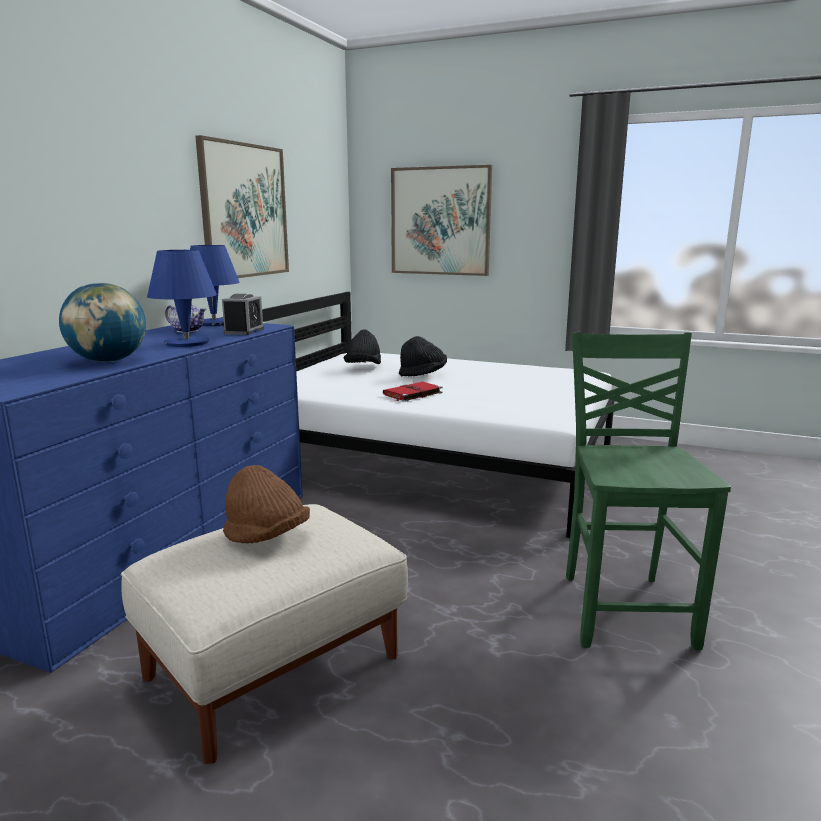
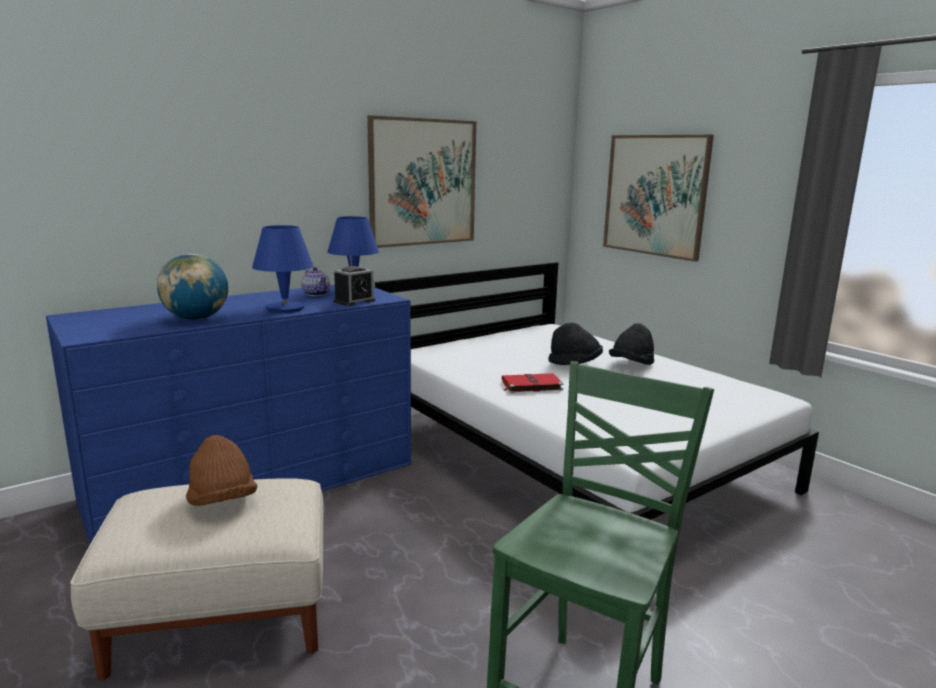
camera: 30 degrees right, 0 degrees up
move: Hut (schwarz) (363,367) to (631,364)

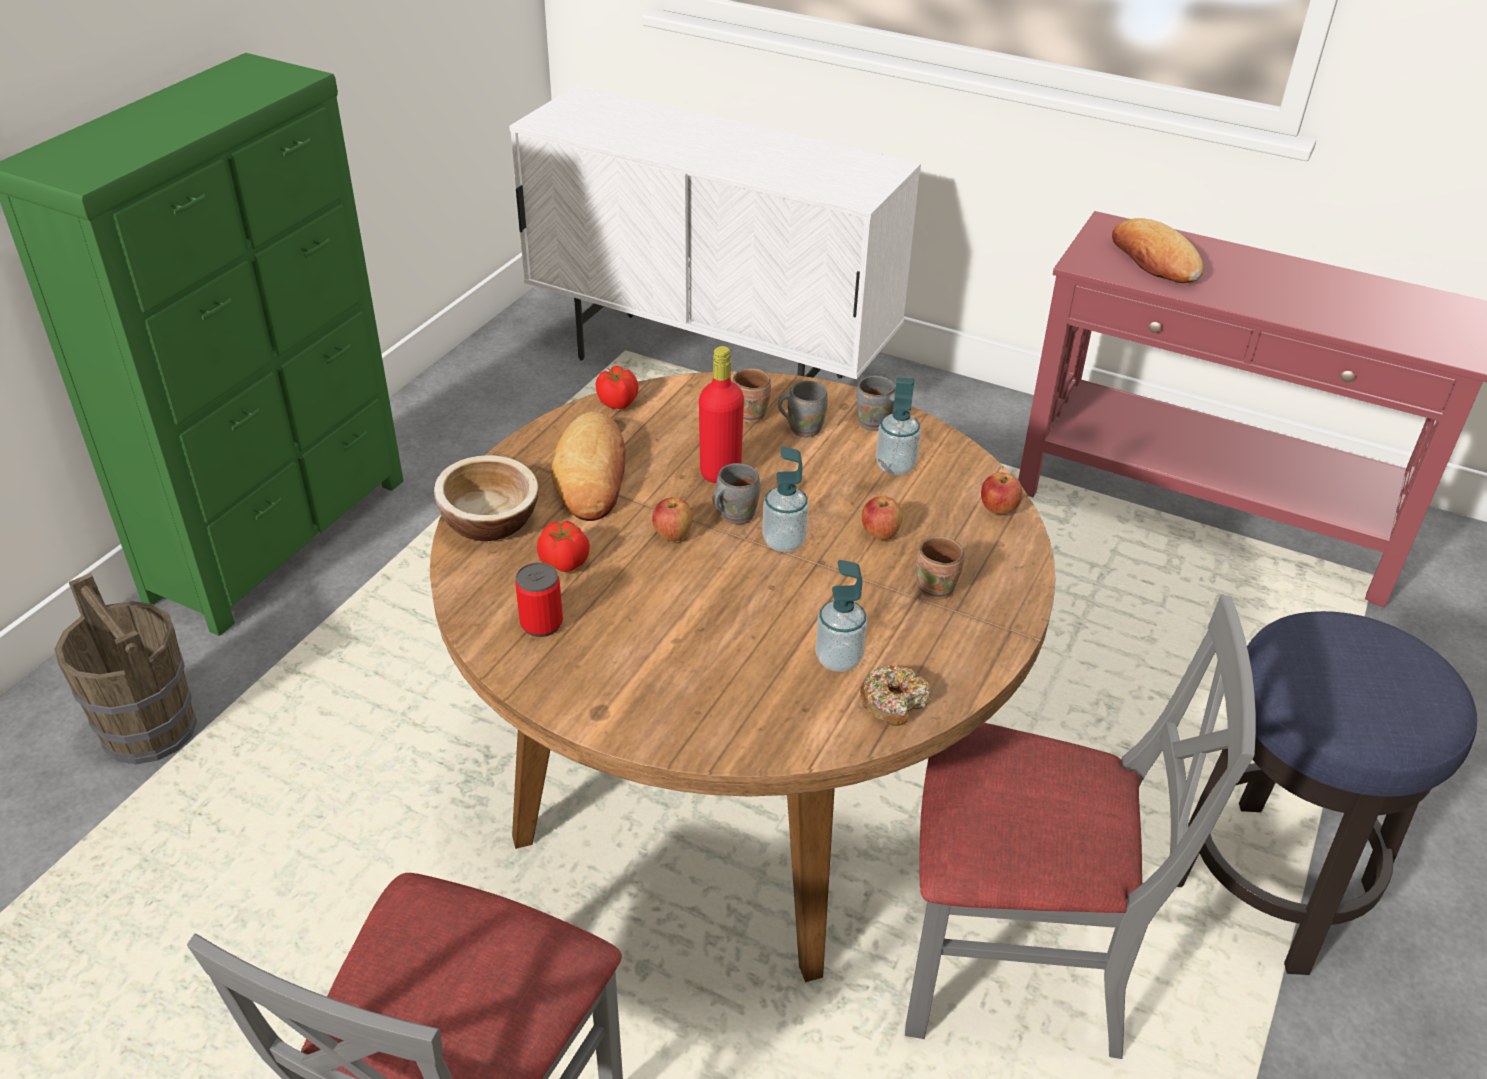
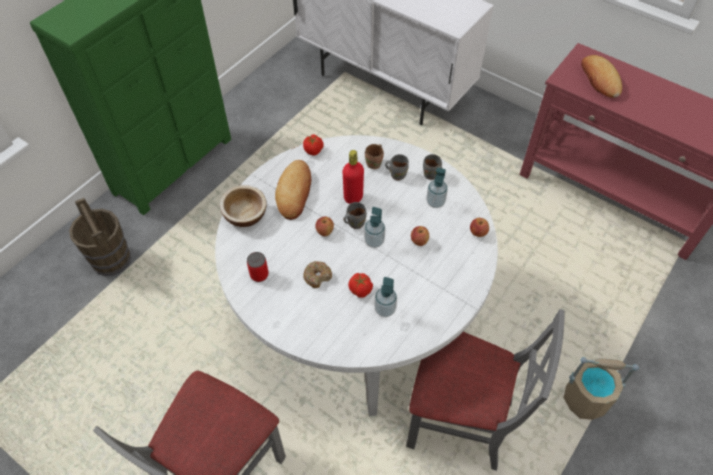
camera: 10 degrees right, 15 degrees up
delete: Henkelbecher (braun) (938,587)
move: Tomate (564,563) to (360,290); Donut (893,702) to (317,276)
replace: Hocker (1271,885) to Eimer (beige) (586,398)
recolor: Esstisch (braun) (736,791) to Esstisch (weiß) (356,321)

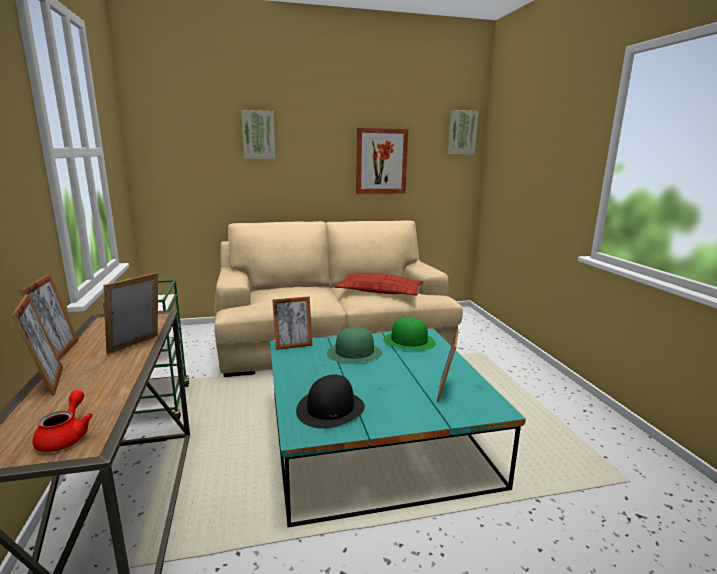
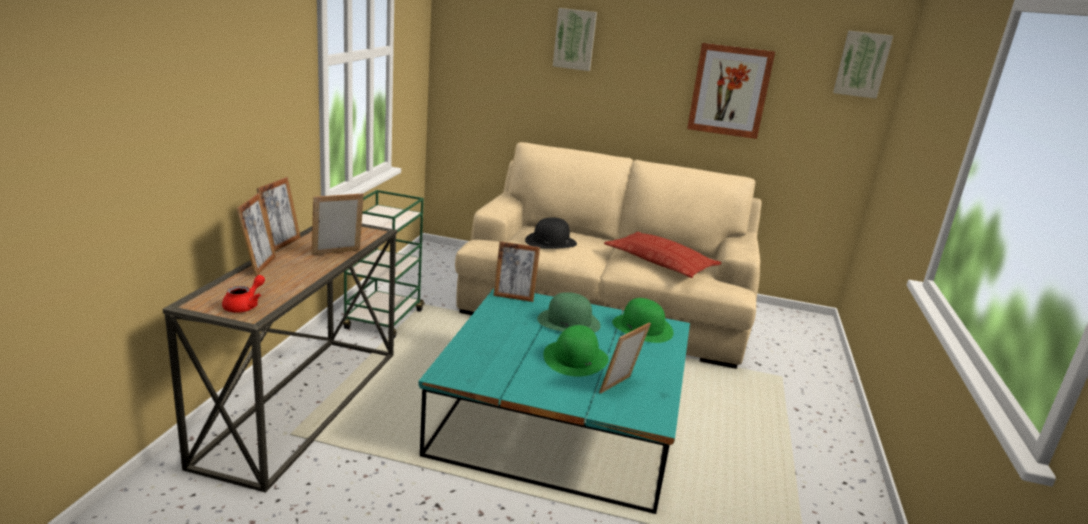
camera: 25 degrees right, 5 degrees up
insert: Hut (grün) (575,358)
move: Hut (schwarz) (330,409) to (550,242)

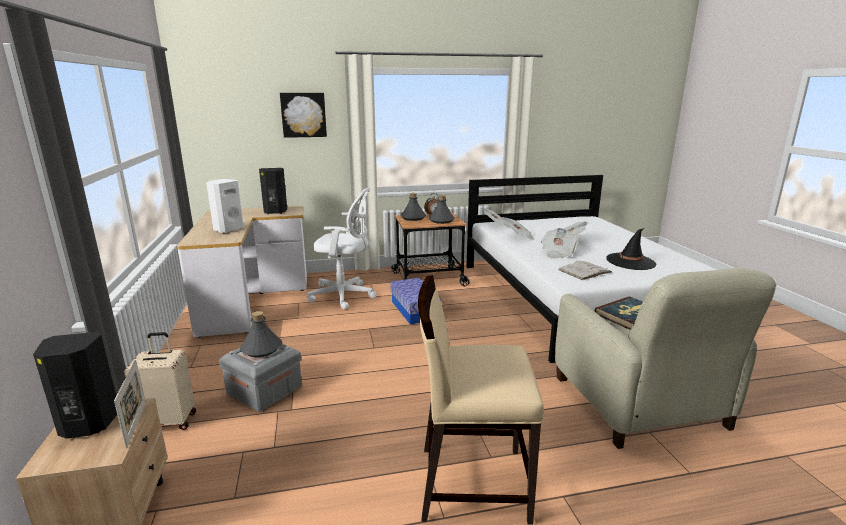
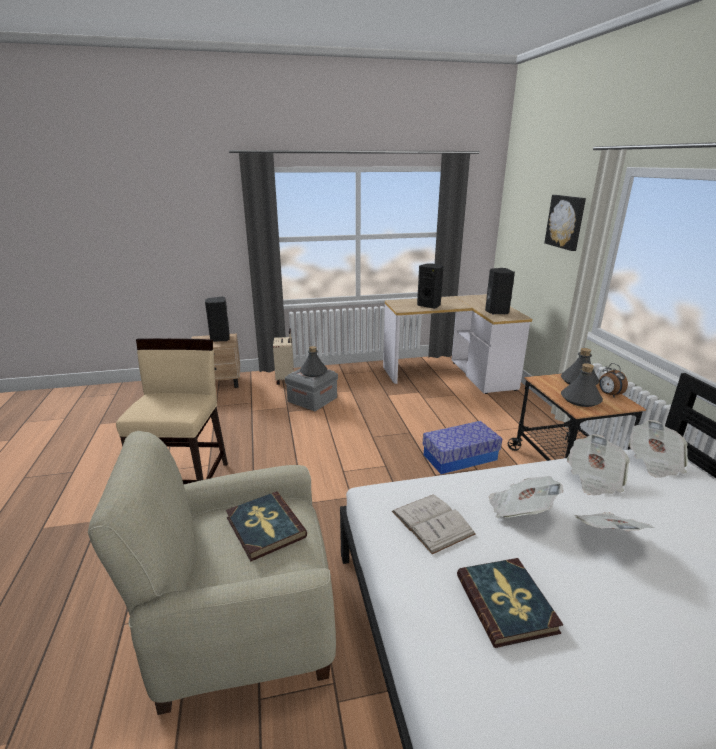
camera: 90 degrees right, 5 degrees up
delete: Bilderrahmen (136,424); Bürostuhl (weiß) (344,296)
replace: Hut (schwarz) (630,262) to Buch (506,603)
recolor: Lautsprecher (weiß) (227,229) to Lautsprecher (schwarz) (429,305)

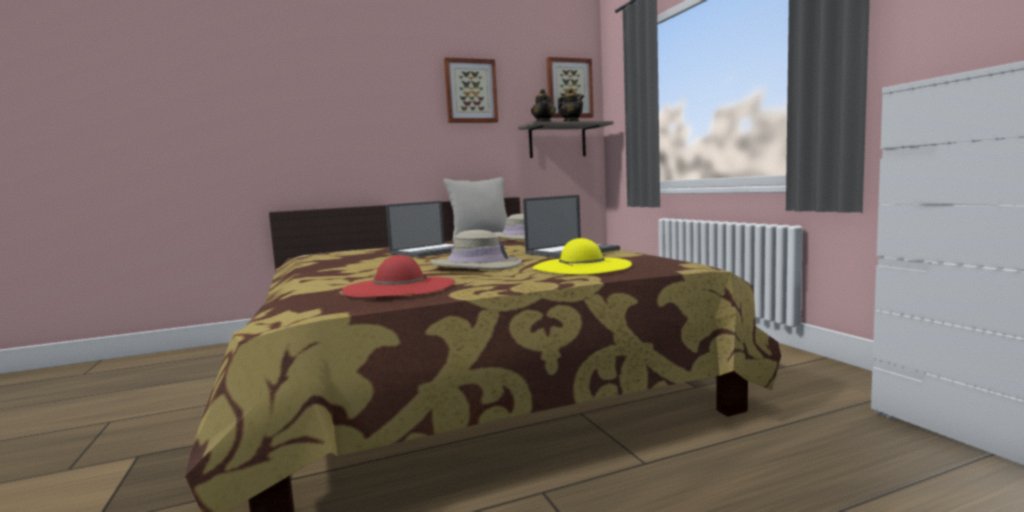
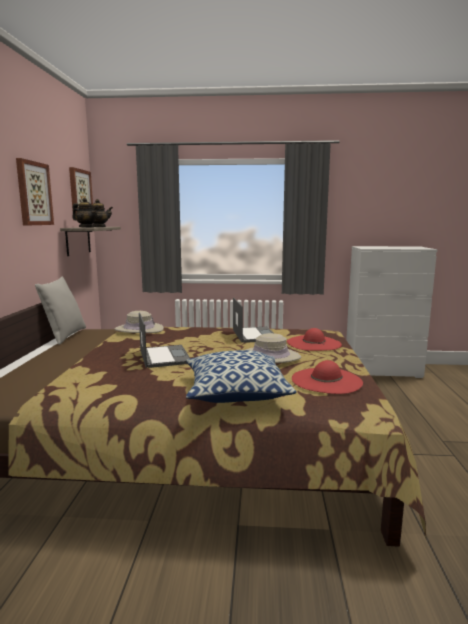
camera: 65 degrees left, 5 degrees up
insert: Kissen (235,392)
recolor: Hut (gelb) (581,266) to Hut (rot) (313,343)

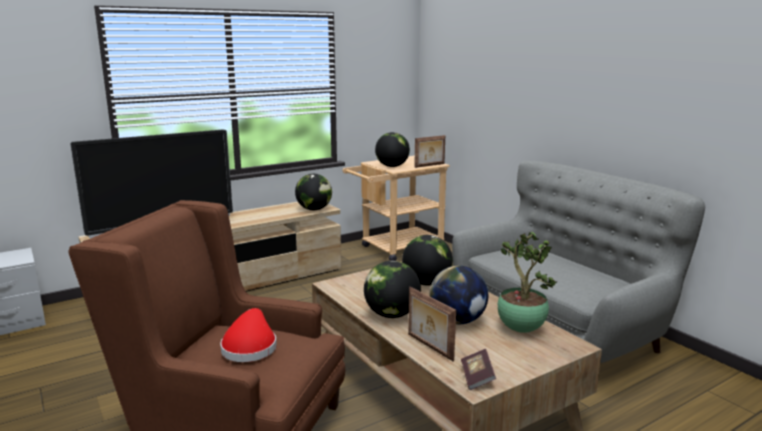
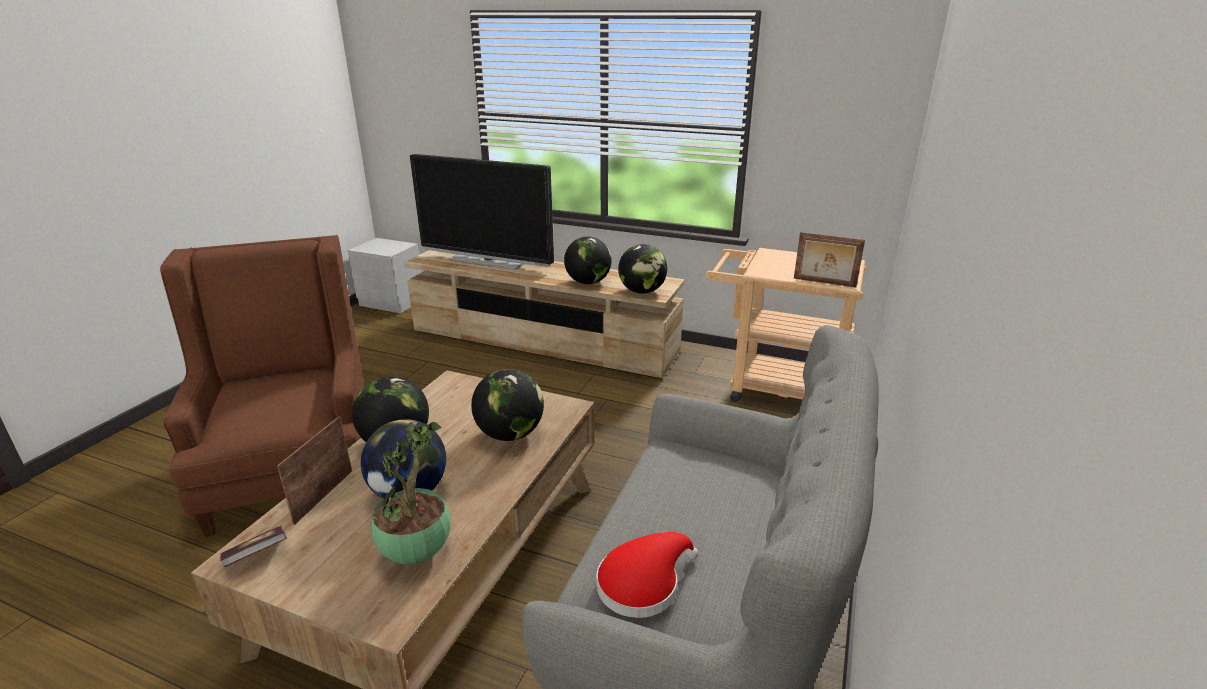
camera: 55 degrees right, 10 degrees up
move: Hut (rot) (250,347) to (642,583); Globus (392,166) to (588,282)

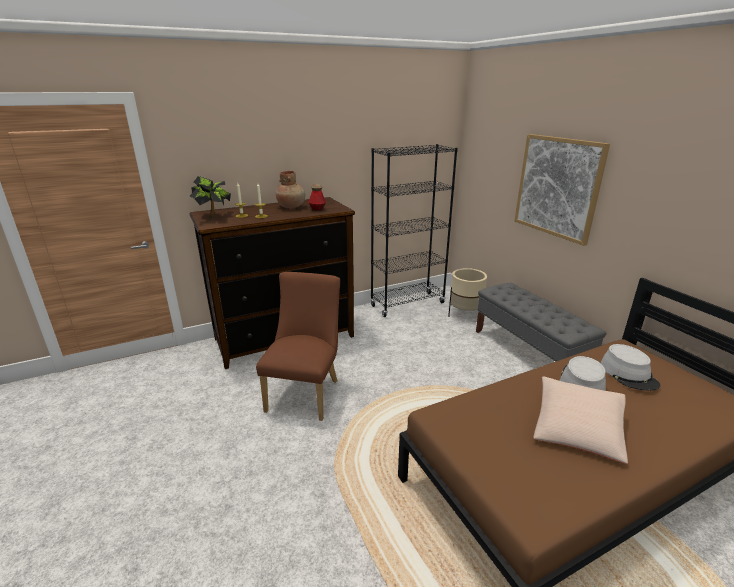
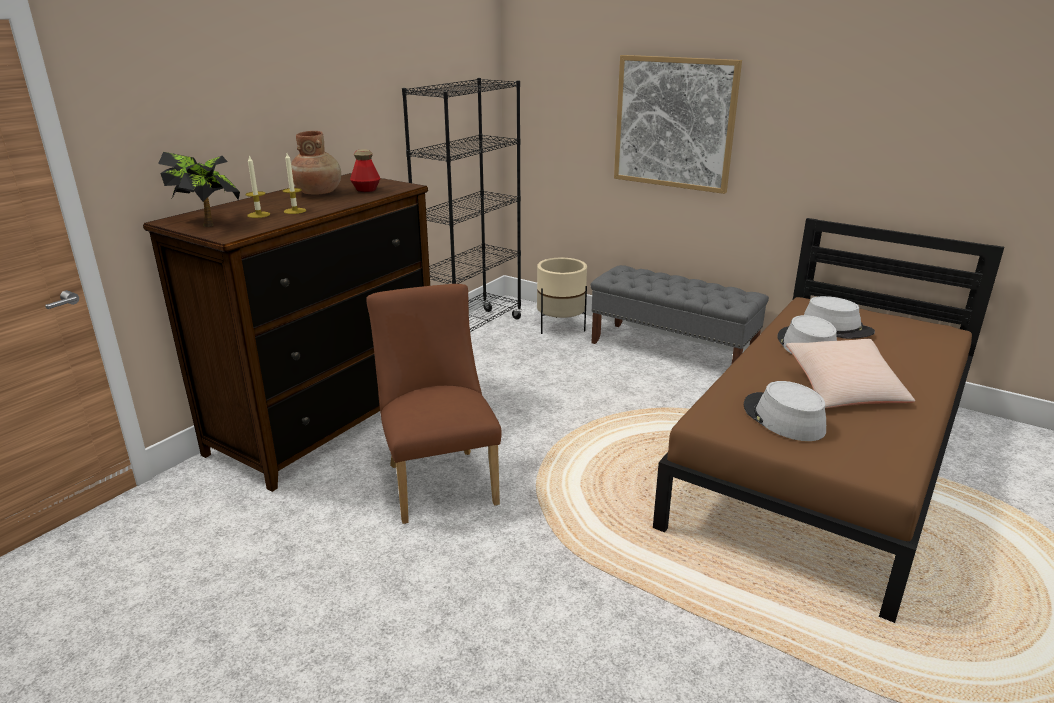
camera: 30 degrees left, 0 degrees up
insert: Hut (grau) (783,418)

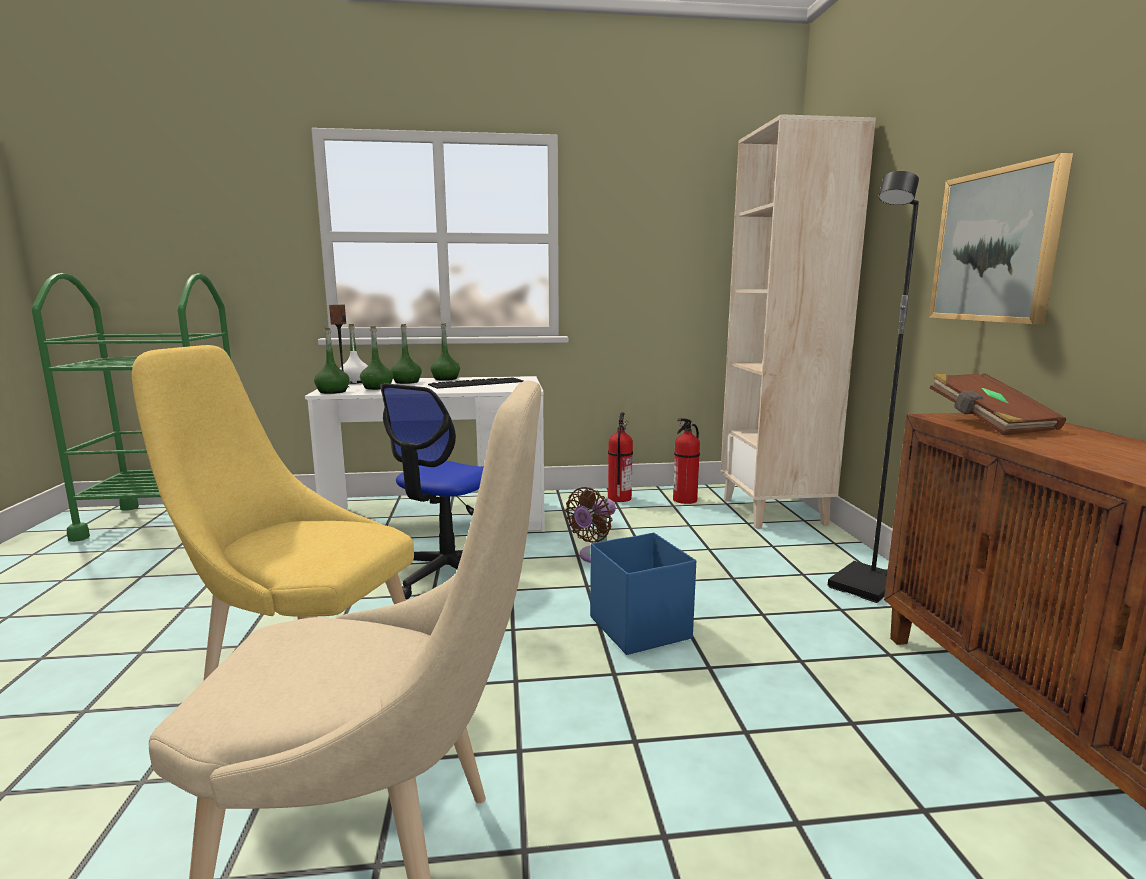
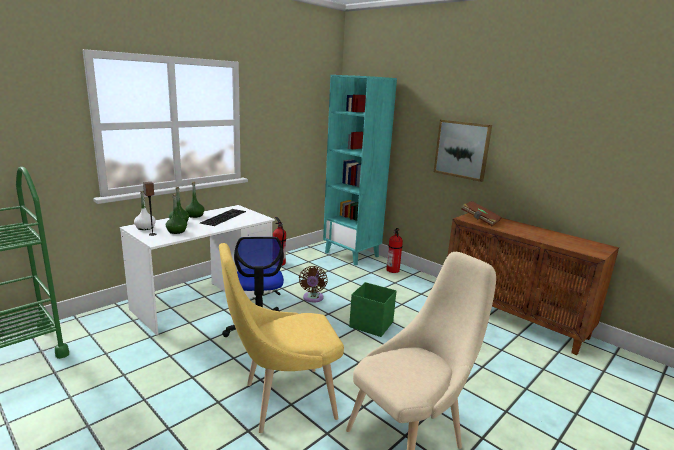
camera: 40 degrees left, 5 degrees up
delete: Flasche (grün) (333,392); Stehlampe (schwarz) (866,586)
move: Feuerlöscher (684,500) to (393,270)
recolor: Aufbewahrungsbox (blau) (639,627) to Aufbewahrungsbox (grün) (371,324); Bücherregal (beige) (774,511) to Bücherregal (türkis) (352,254)

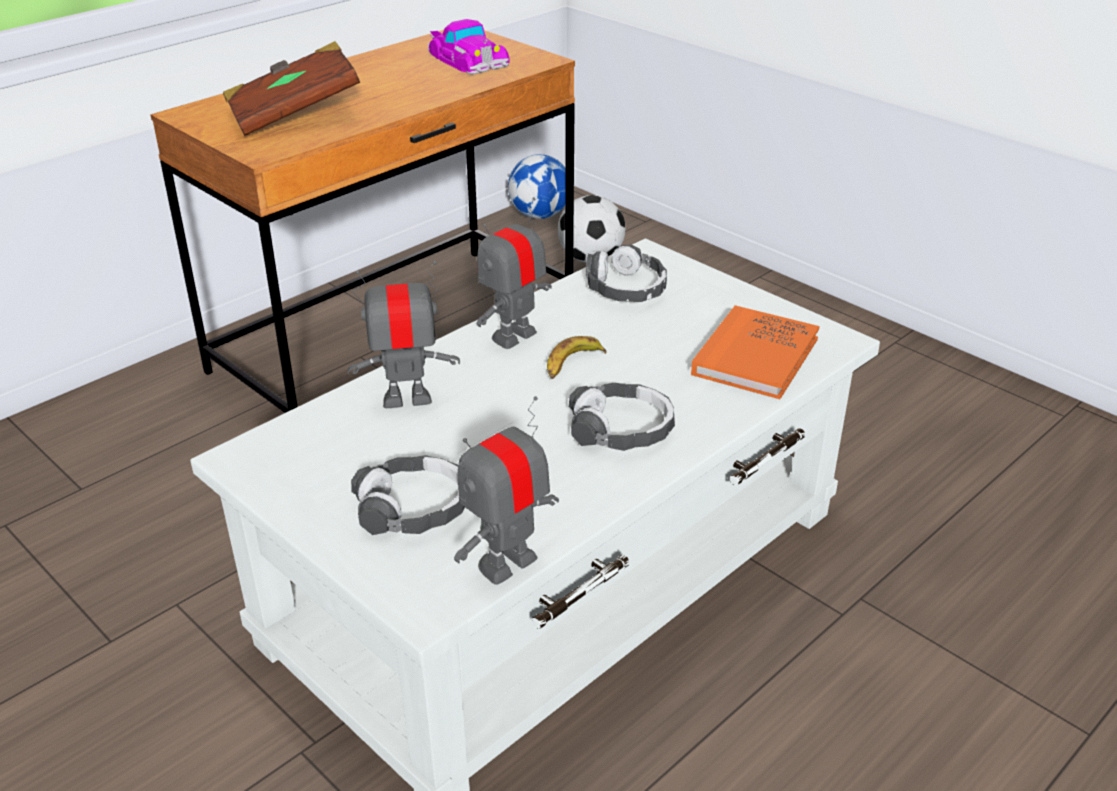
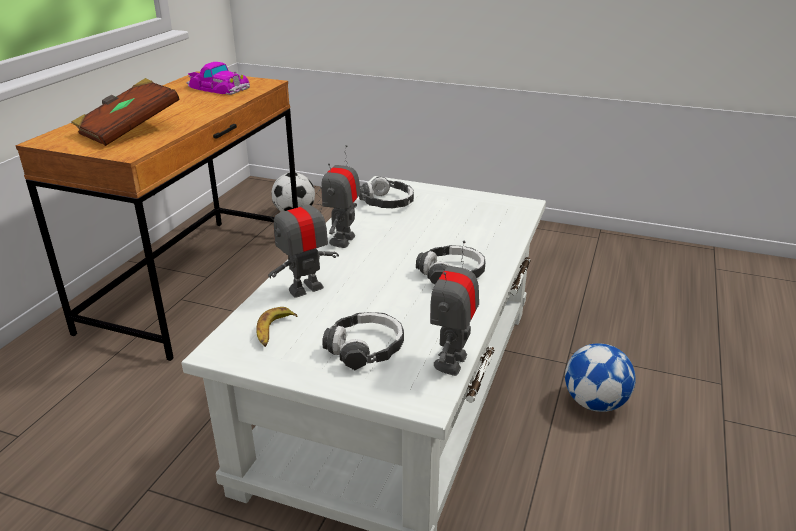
camera: 25 degrees left, 5 degrees down
delete: Buch (orange) (755,357)
move: Fußball (540,215) to (595,403); Banane (572,364) to (274,331)

